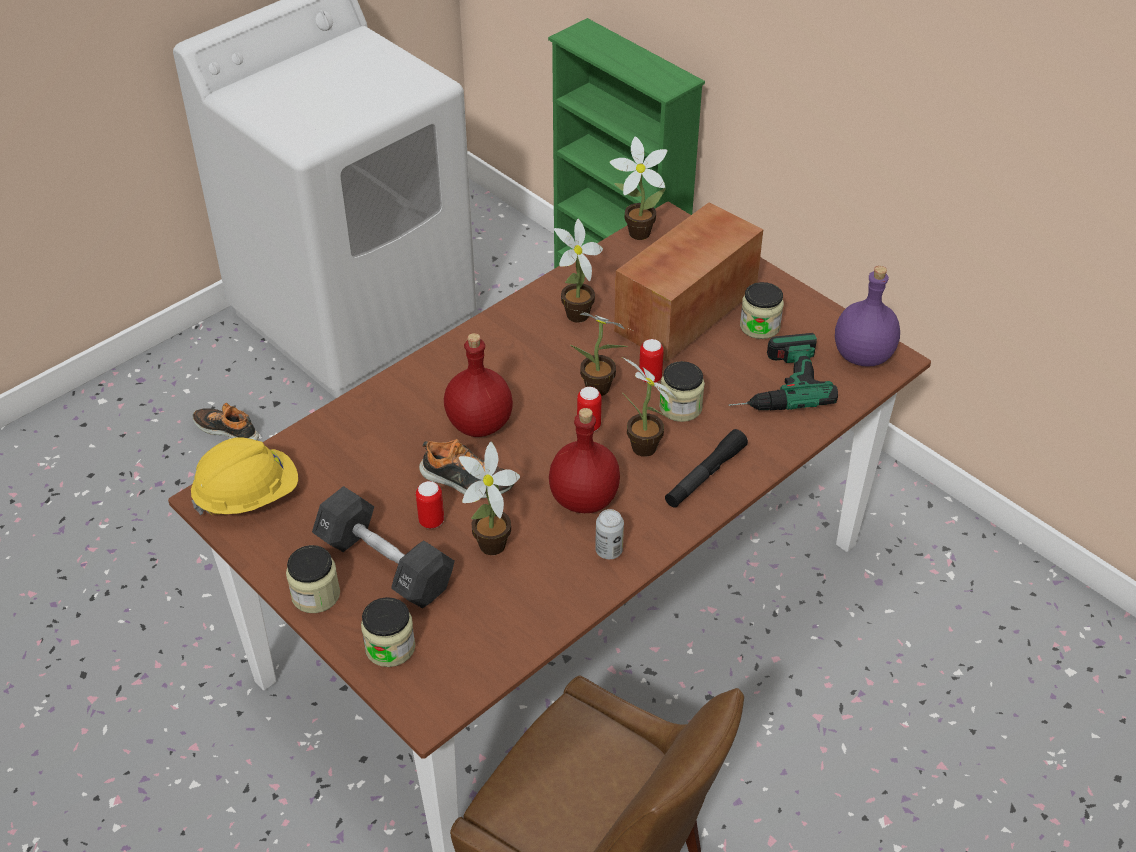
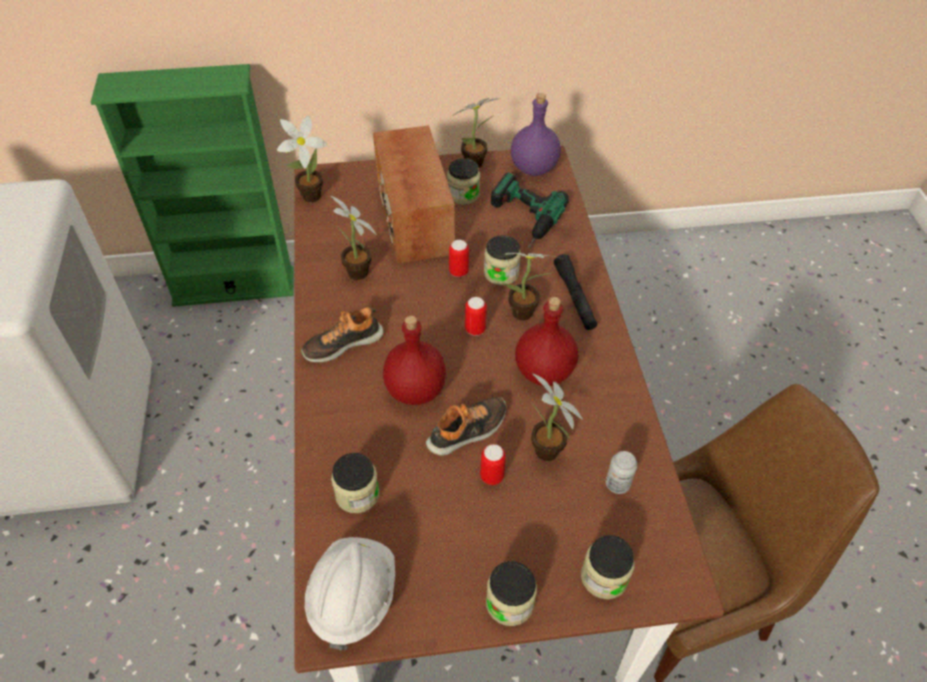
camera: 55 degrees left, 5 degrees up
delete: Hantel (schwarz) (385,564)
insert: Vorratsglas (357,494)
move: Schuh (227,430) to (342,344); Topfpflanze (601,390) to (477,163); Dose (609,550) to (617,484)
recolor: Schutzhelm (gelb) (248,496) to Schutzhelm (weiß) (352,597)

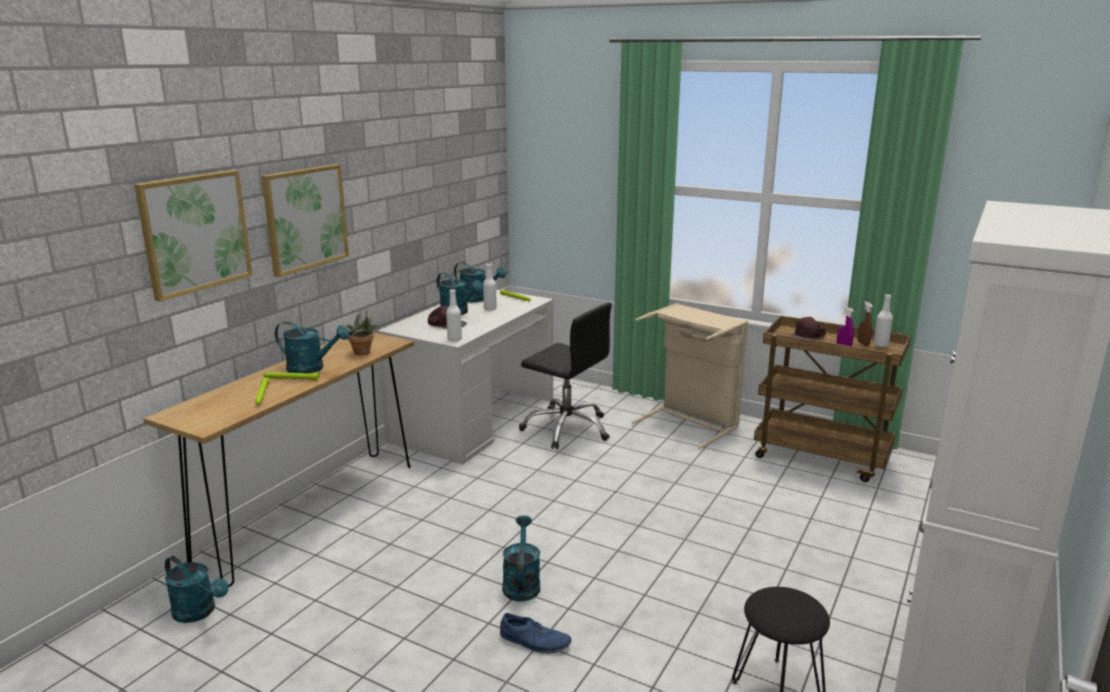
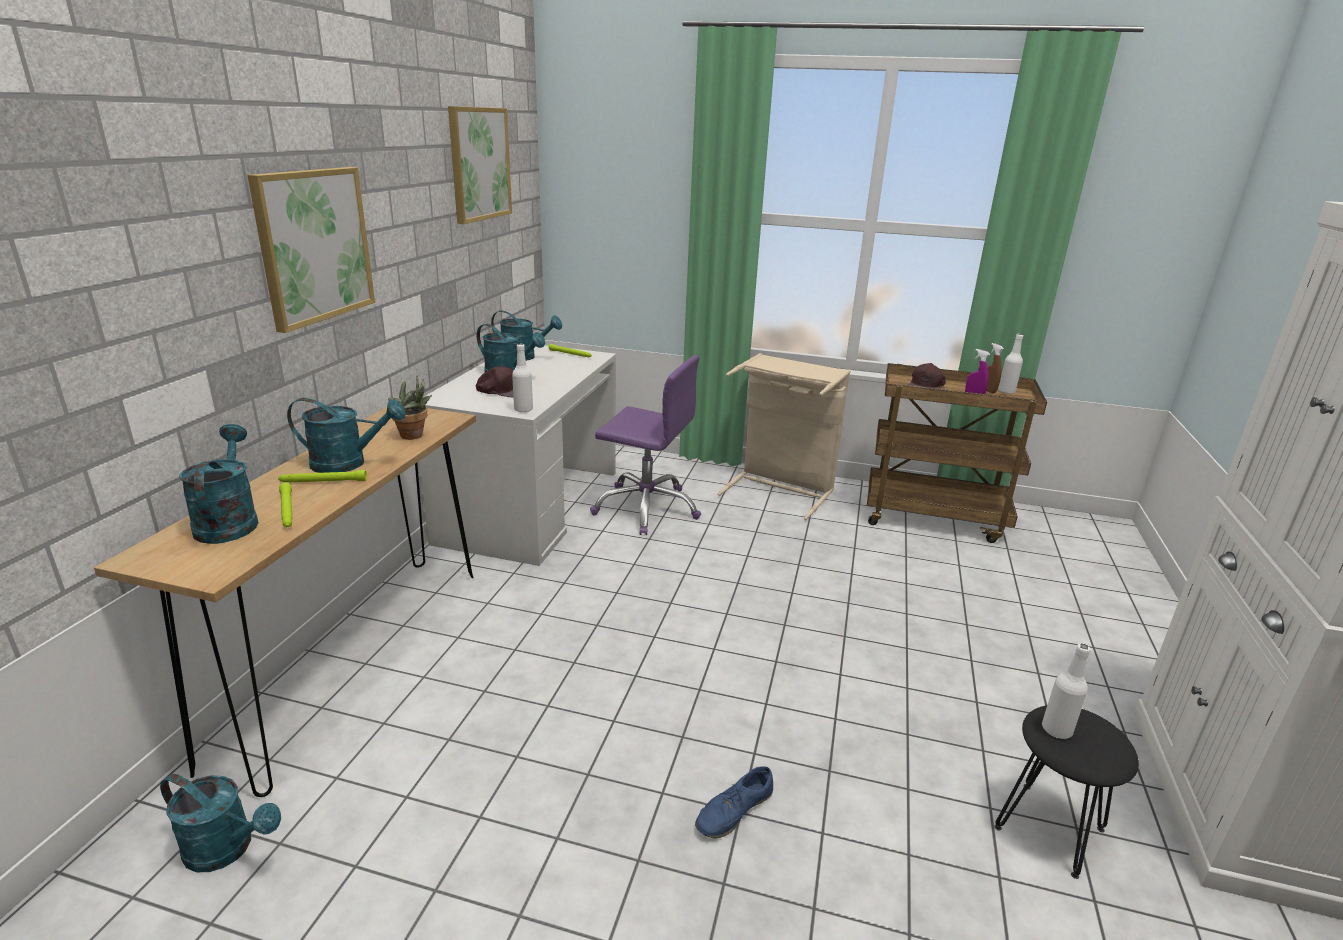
camera: 15 degrees left, 5 degrees up
move: Bild (195,233) to (479,164); Flasche (weiß) (490,308) to (1056,730); Gießkanne (türkis) (521,583) to (229,521)
recolor: Bürostuhl (schwarz) (567,428) to Bürostuhl (lila) (646,508)
rotate: Schuh (blau) (535,641) = (734,811) 135 degrees clockwise

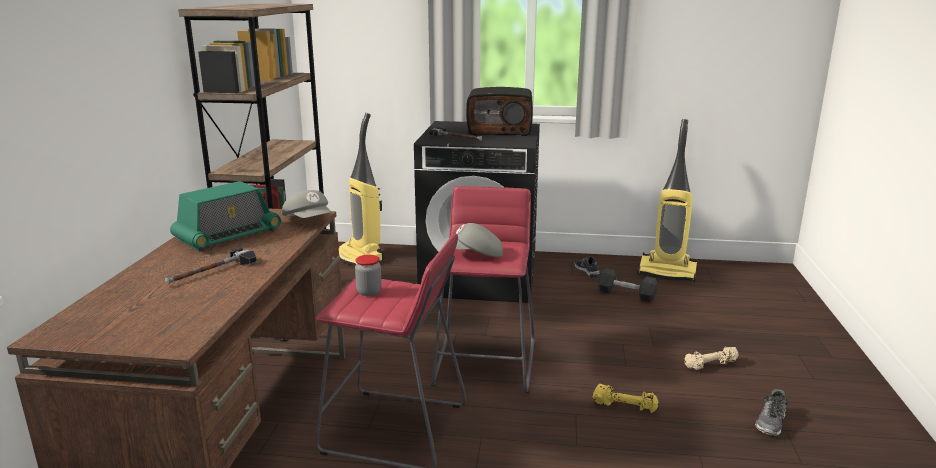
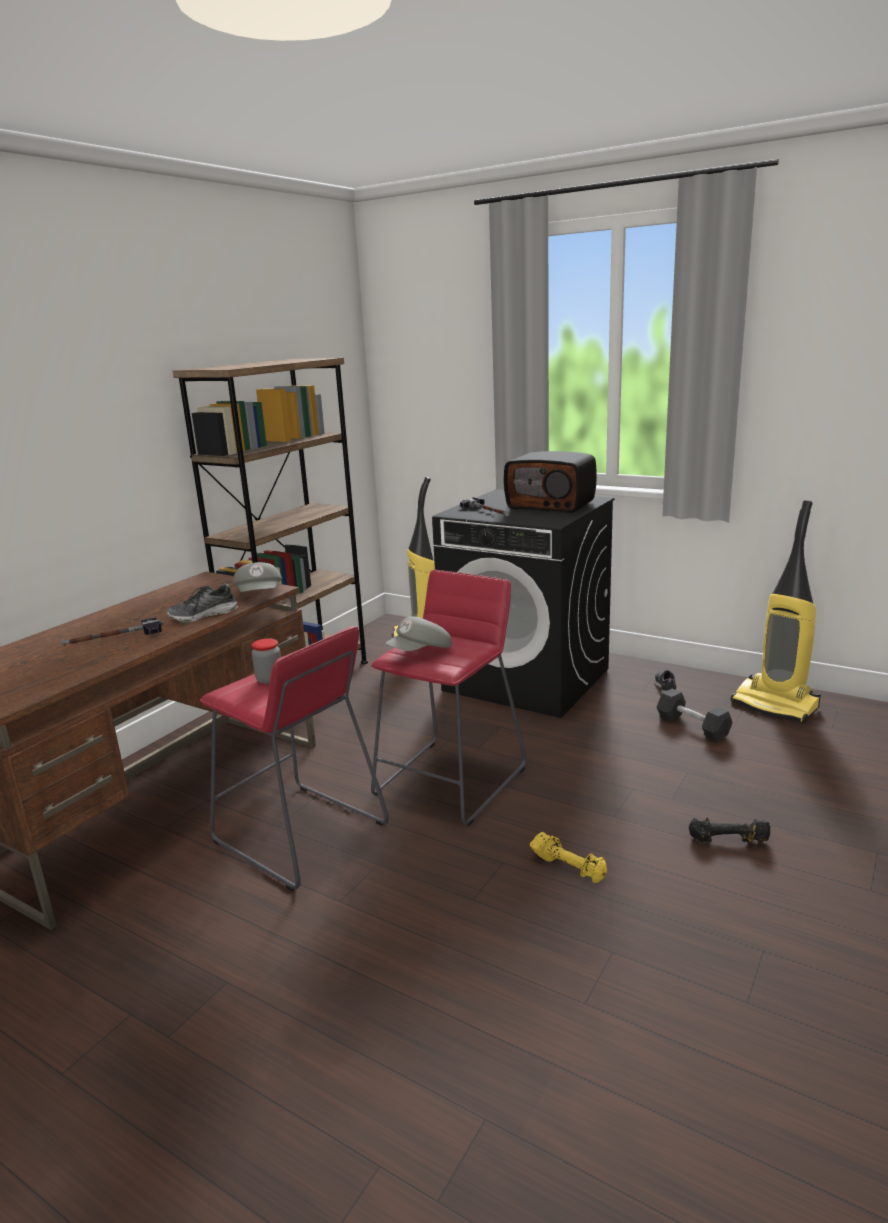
camera: 25 degrees right, 0 degrees up
delete: Radio (228,236)
move: Schuh (771,422) to (203,615)
recolor: Hantel (beige) (710,366) to Hantel (schwarz) (729,841)
rotate: Kappe (grau) (474,255) = (421,652) 60 degrees counterclockwise

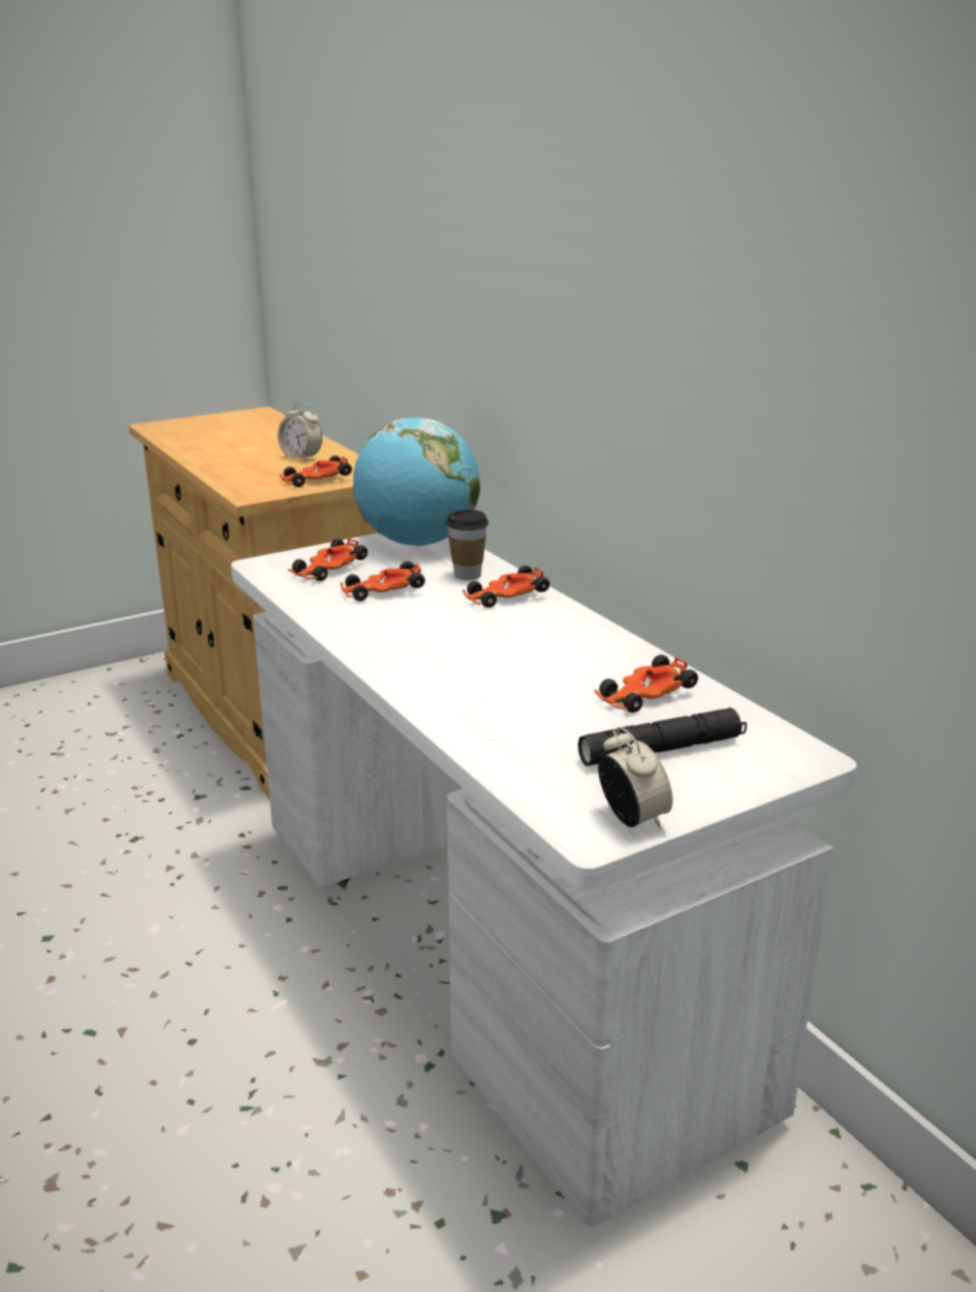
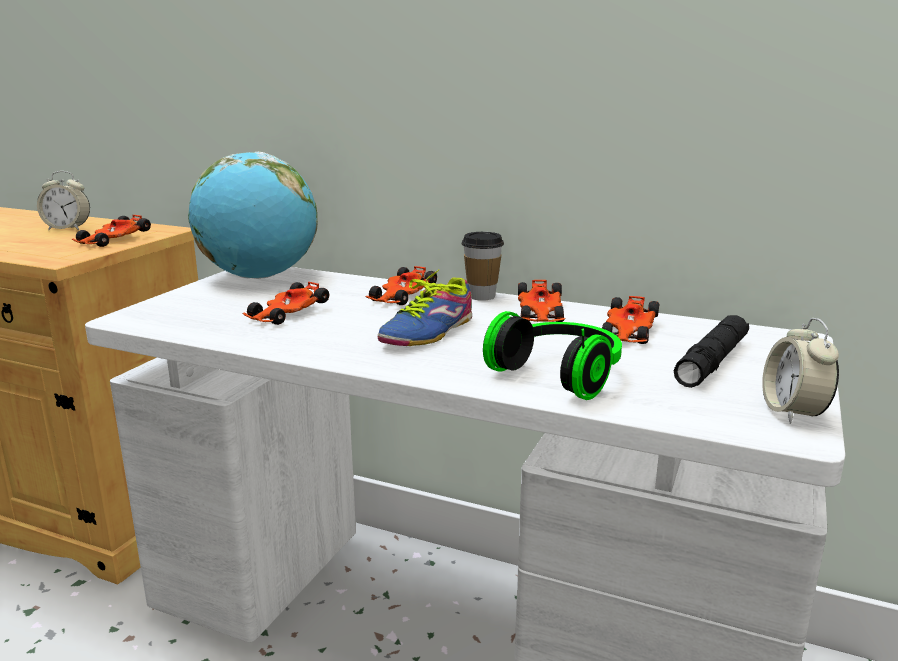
camera: 35 degrees left, 5 degrees down
insert: Schuh (424,331); Kopfhörer (561,374)
move: Spielzeugauto (328,570) to (540,313); Tasse (467,575) to (481,296)
rotate: Wecker (632,818) = (793,412) 120 degrees counterclockwise

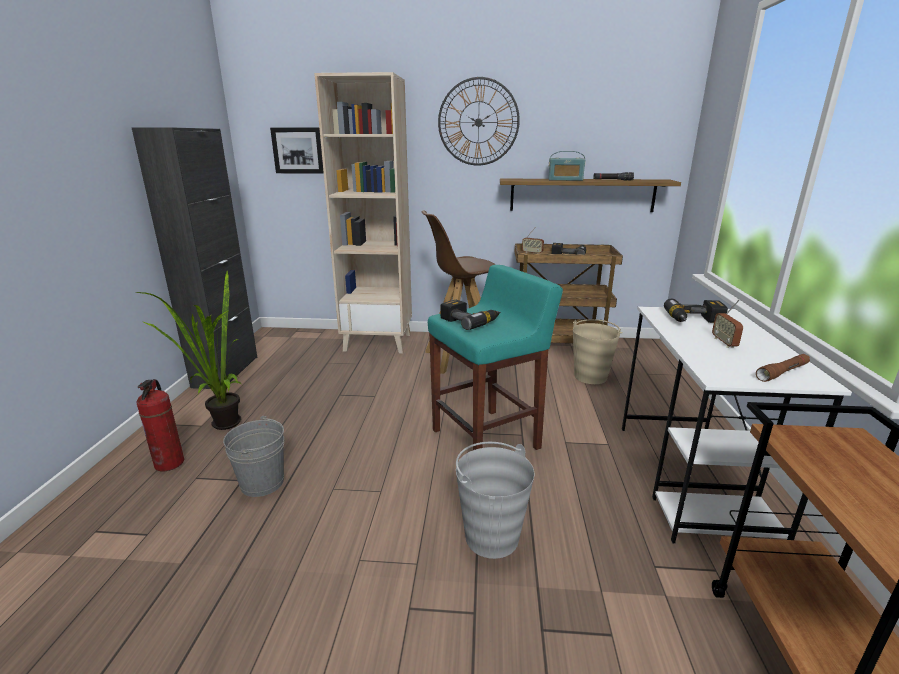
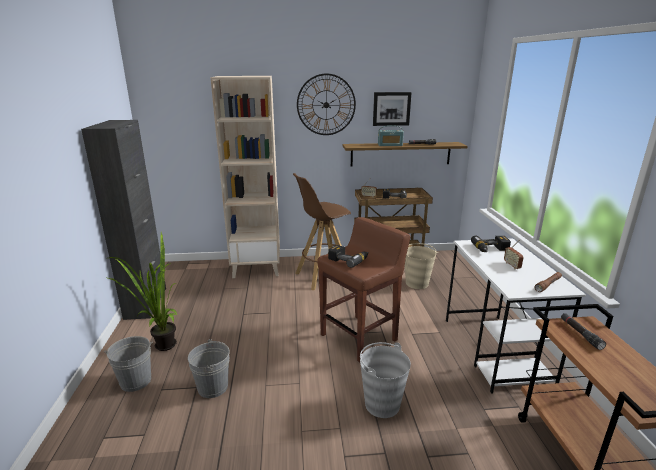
camera: 10 degrees left, 0 degrees up
insert: Taschenlampe (schwarz) (580,334)
move: Bild (298,150) to (391,108)
replace: Feuerlöscher (170,463) to Eimer (grau) (136,381)
recolor: Hocker (türkis) (487,439) to Hocker (braun) (359,337)

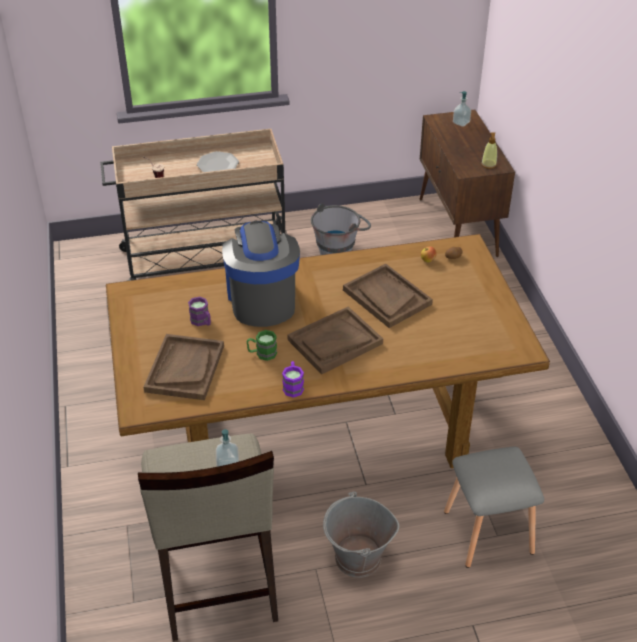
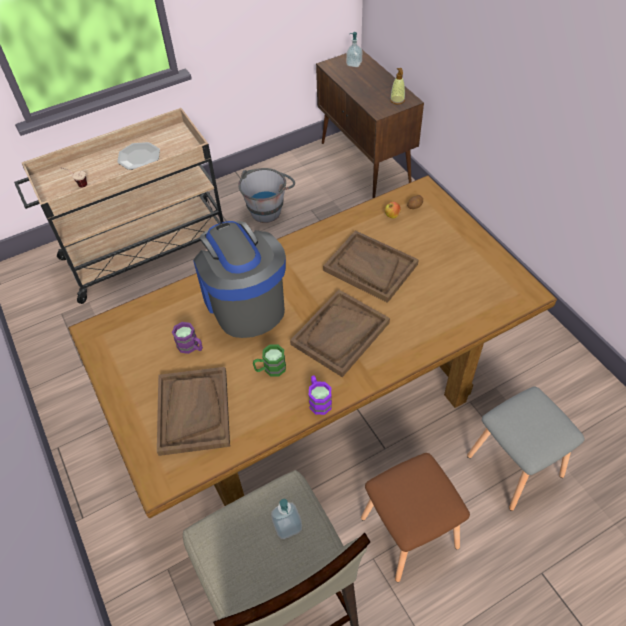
camera: 15 degrees left, 10 degrees up
replace: Eimer (grau) (357,558) to Hocker (braun) (408,533)

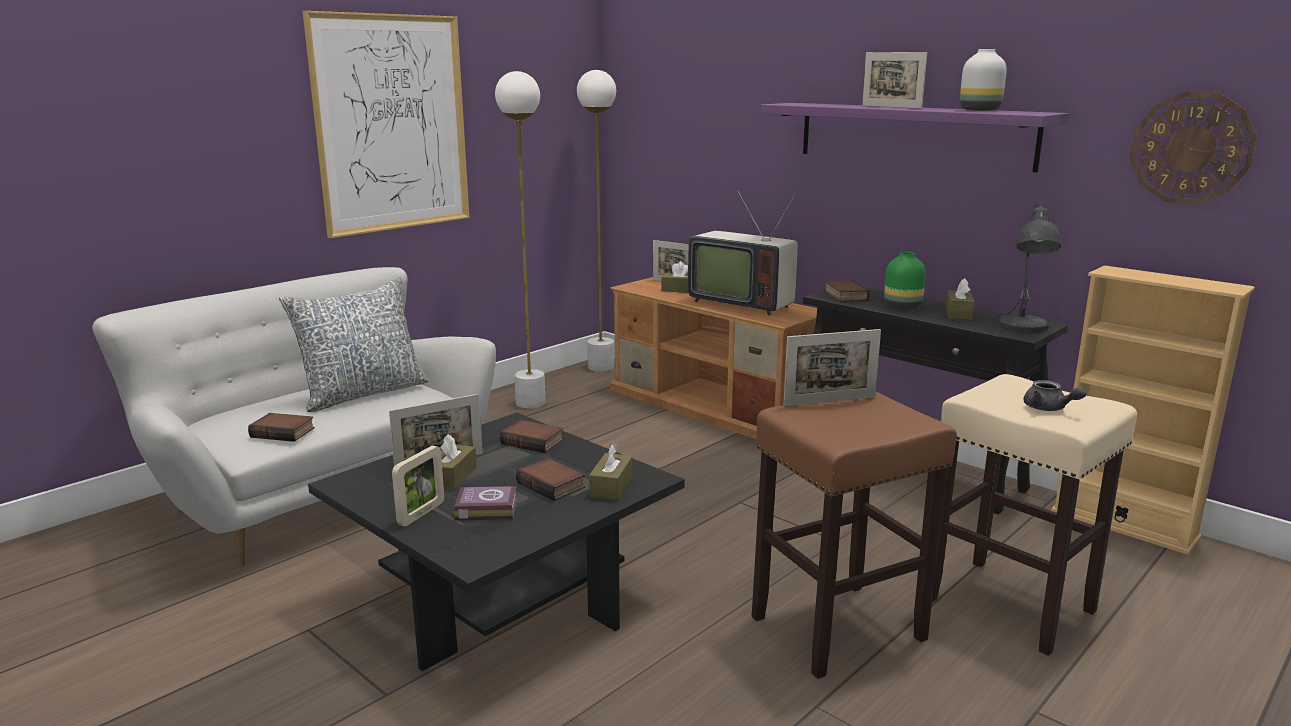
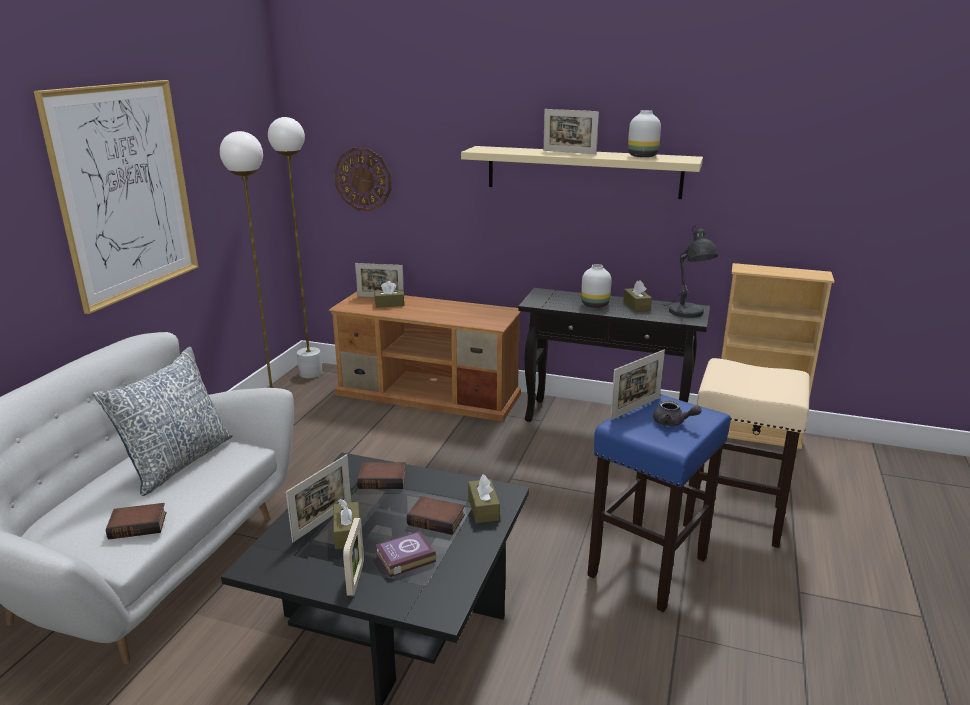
camera: 25 degrees left, 5 degrees up
delete: Fernseher (741,303); Buch (844,296)
move: Teekanne (grau) (1049,409) to (673,422); Wanduhr (1191,148) to (363,179)
recolor: Hocker (braun) (839,627) to Hocker (blau) (648,566); Wandregal (lila) (912,134) to Wandregal (beige) (583,172); Vase (grün) (903,306) to Vase (weiß) (595,305)

